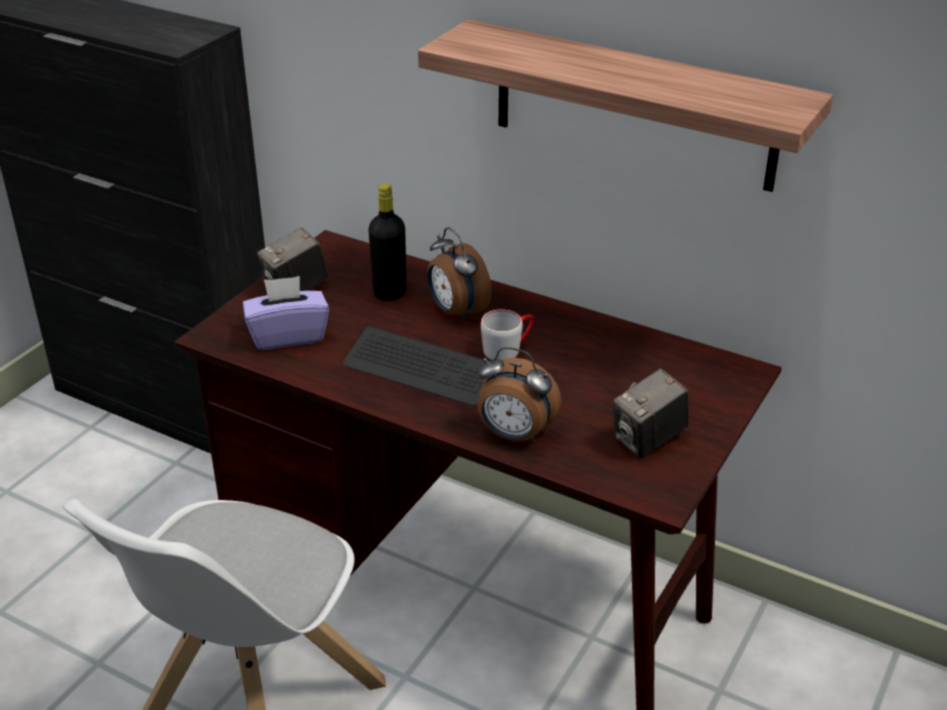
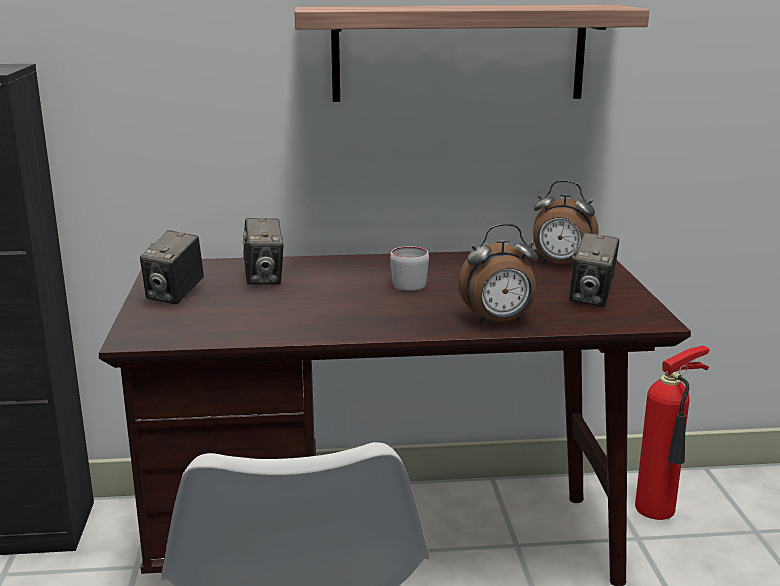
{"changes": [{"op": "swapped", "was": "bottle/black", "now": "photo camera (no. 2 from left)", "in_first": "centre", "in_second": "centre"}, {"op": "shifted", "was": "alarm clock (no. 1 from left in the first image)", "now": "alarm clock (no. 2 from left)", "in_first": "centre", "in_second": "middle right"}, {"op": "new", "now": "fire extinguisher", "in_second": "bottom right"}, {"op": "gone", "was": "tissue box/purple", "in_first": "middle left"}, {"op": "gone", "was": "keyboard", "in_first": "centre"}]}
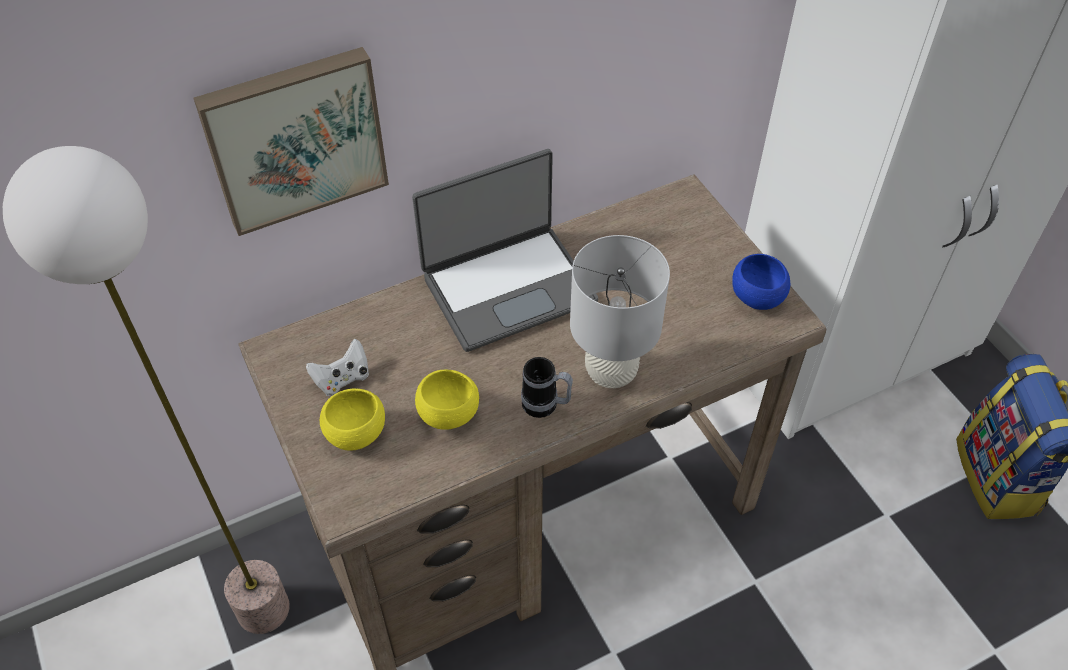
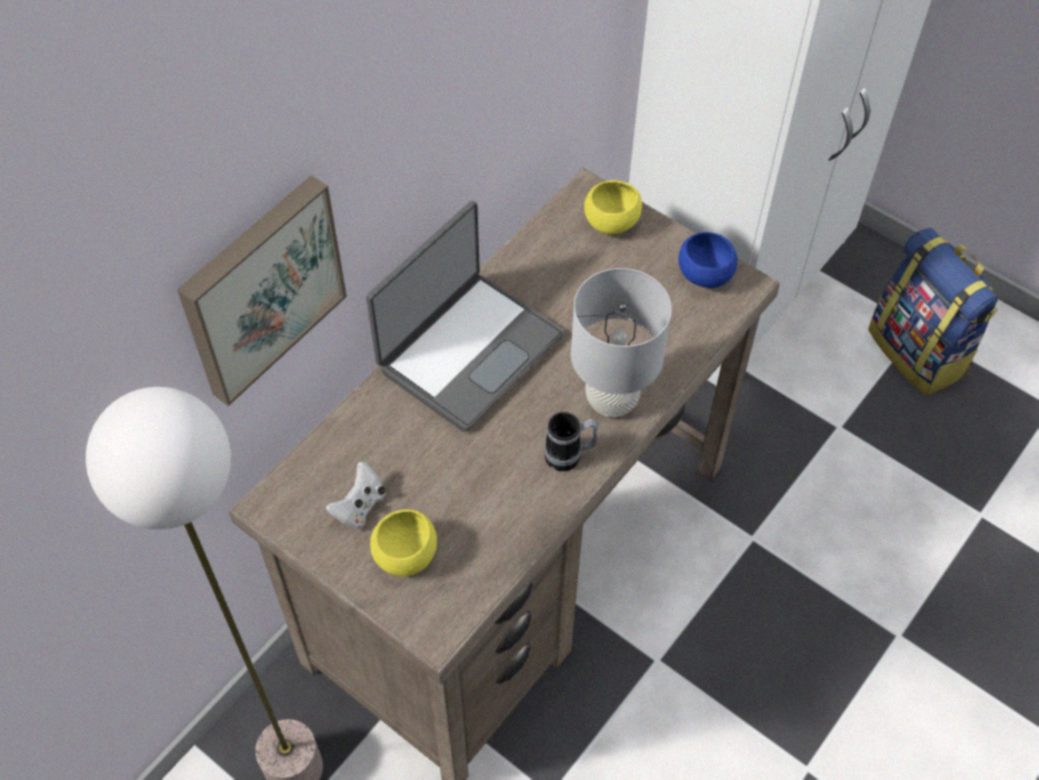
{"changes": [{"op": "shifted", "was": "bowl/yellow (no. 2 from left)", "in_first": "centre", "in_second": "top centre"}]}
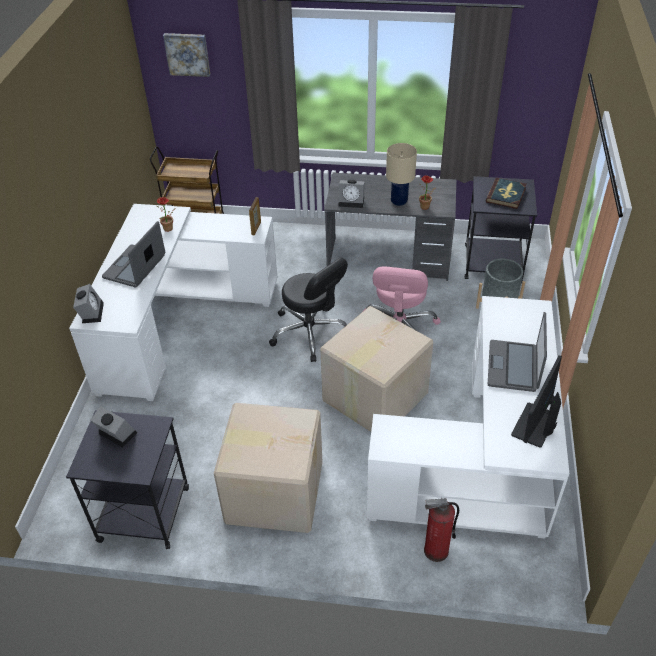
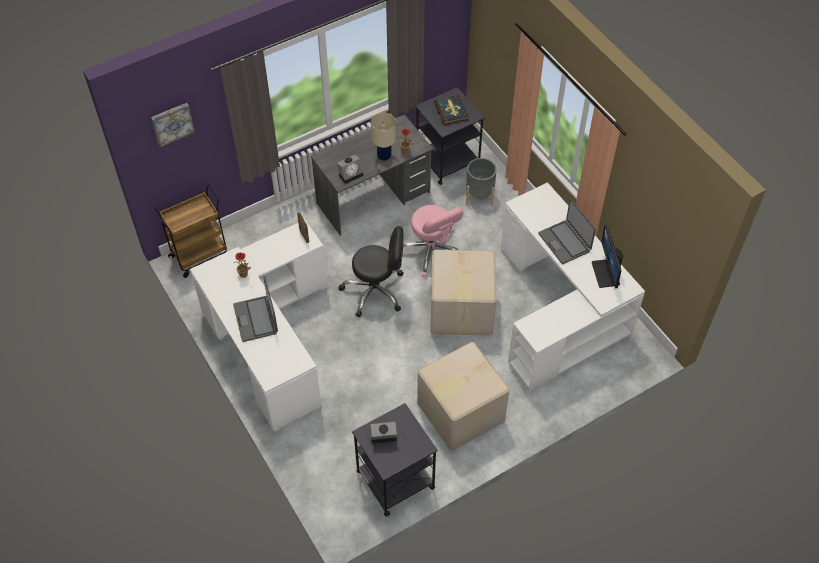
{"changes": [{"op": "gone", "was": "alarm clock (no. 1 from left)", "in_first": "middle left"}, {"op": "gone", "was": "fire extinguisher", "in_first": "bottom right"}]}
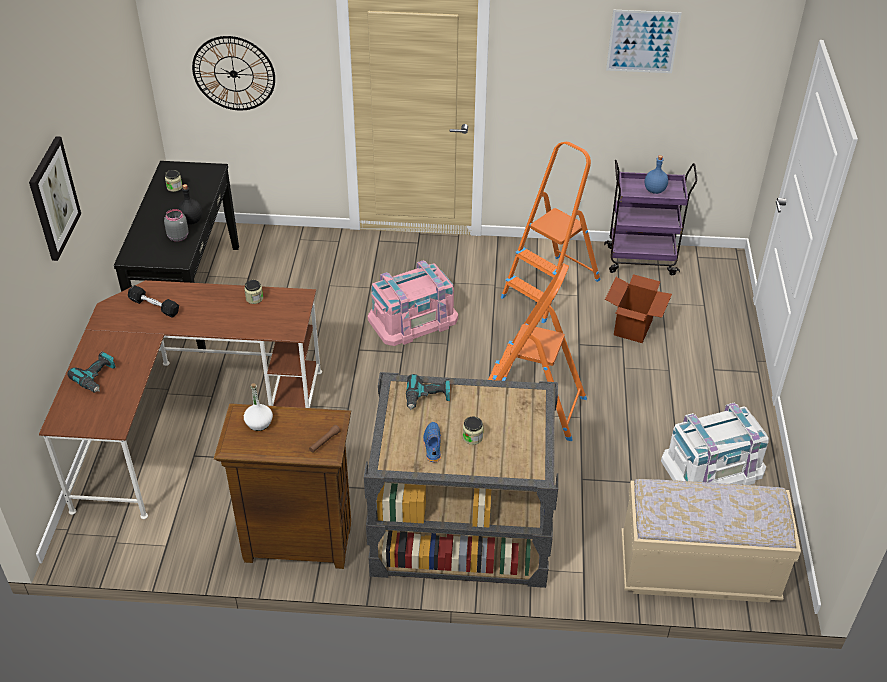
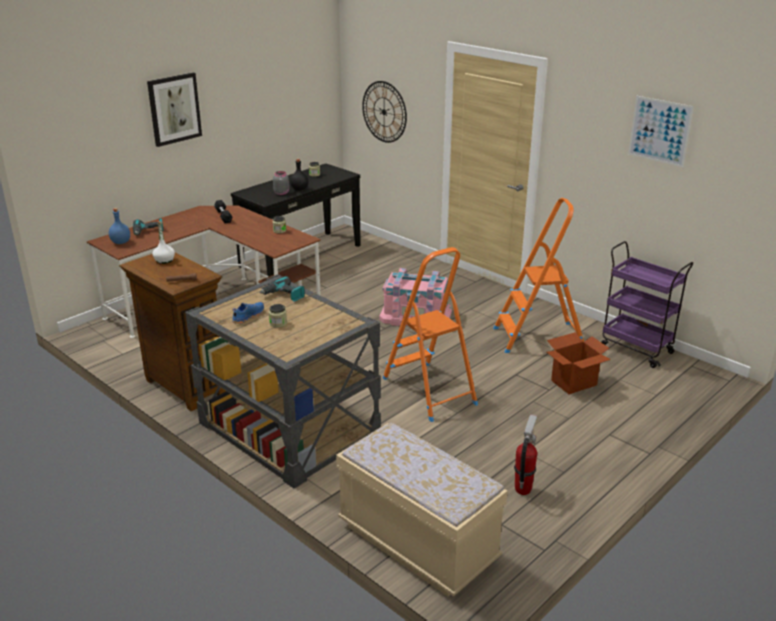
{"changes": [{"op": "shifted", "was": "bottle/blue", "in_first": "top right", "in_second": "middle left"}, {"op": "swapped", "was": "storage box/white", "now": "fire extinguisher", "in_first": "middle right", "in_second": "bottom right"}]}
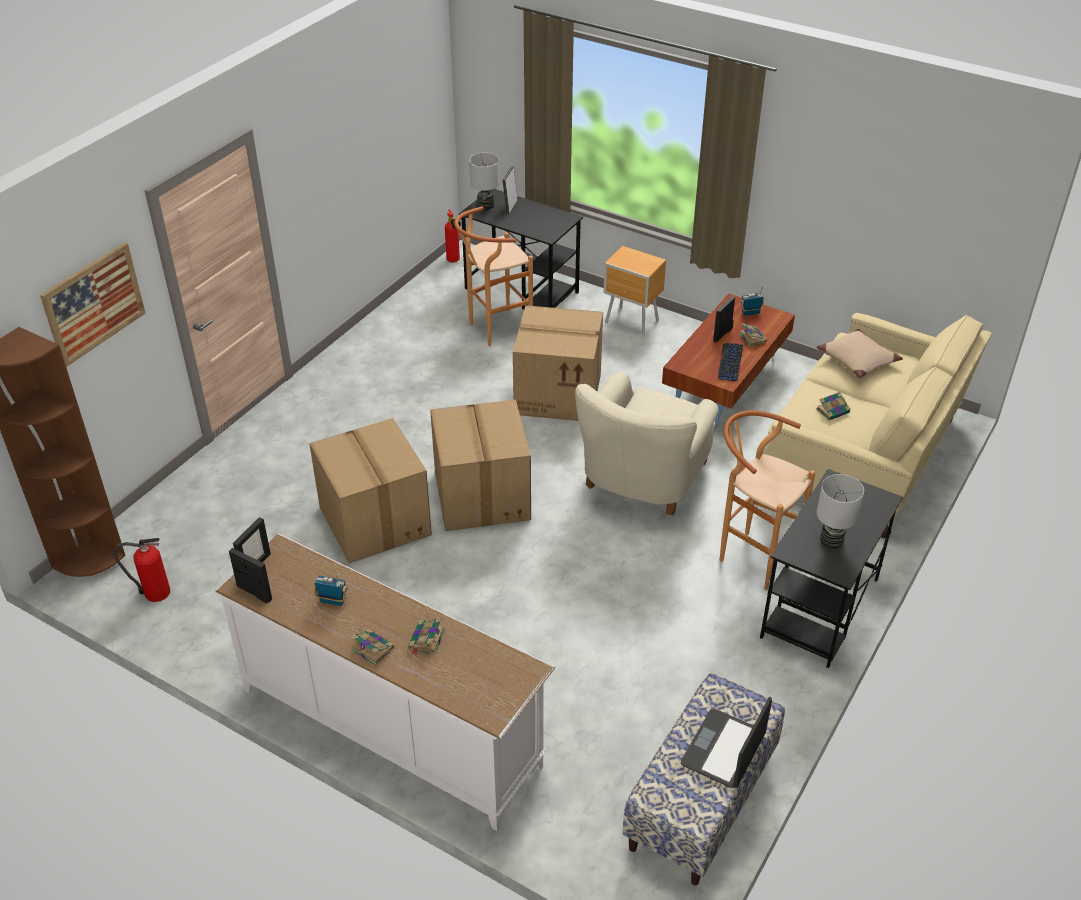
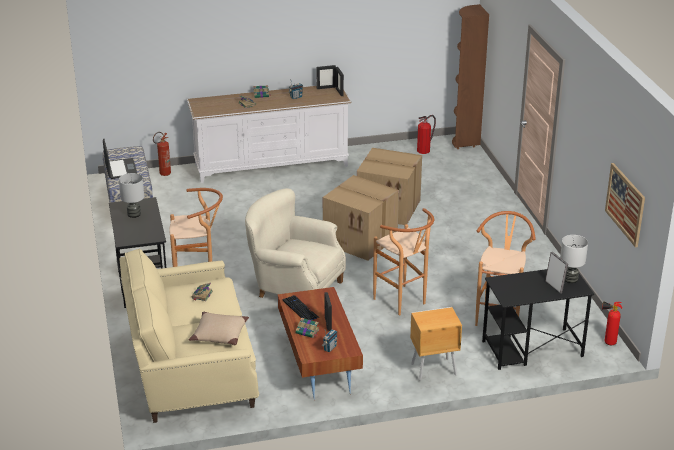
{"changes": [{"op": "new", "now": "fire extinguisher (no. 1 from left)", "in_second": "middle left"}, {"op": "rotated", "was": "armchair/beige", "in_first": "centre", "in_second": "centre", "clockwise": -45}, {"op": "swapped", "was": "cardboard box (no. 3 from left)", "now": "stool/brown (no. 2 from left)", "in_first": "centre", "in_second": "centre"}, {"op": "shifted", "was": "picture", "in_first": "middle left", "in_second": "middle right"}]}
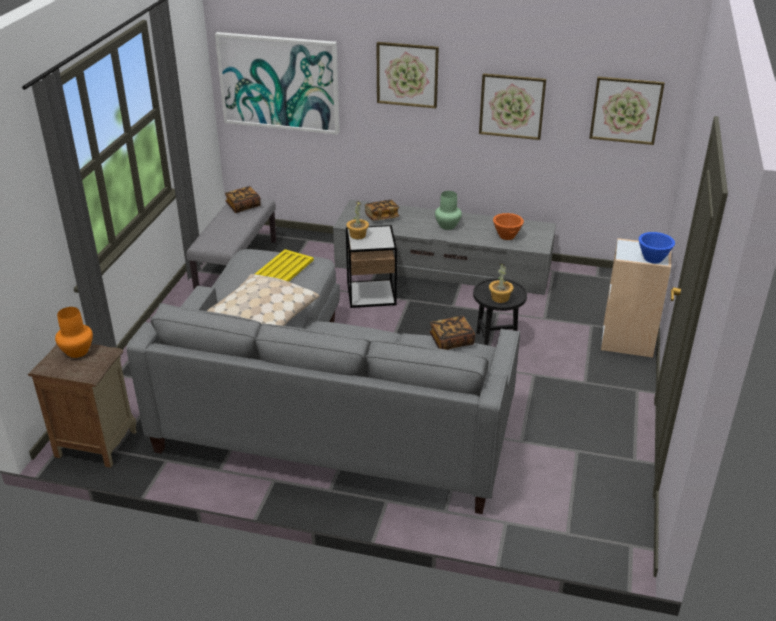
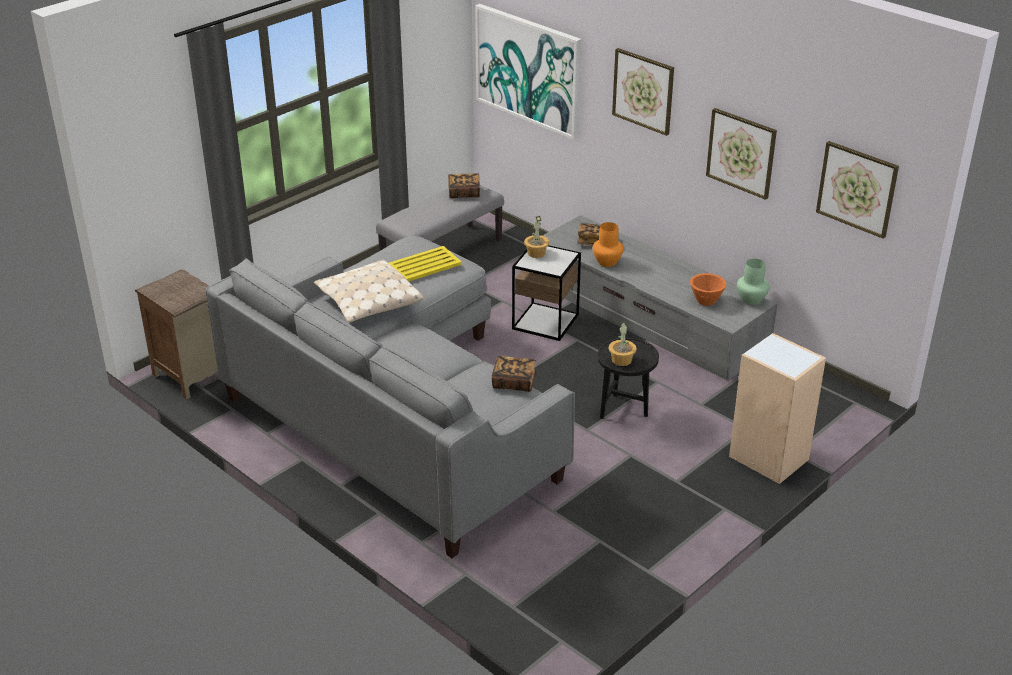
{"changes": [{"op": "shifted", "was": "vase/orange", "in_first": "middle left", "in_second": "centre"}, {"op": "shifted", "was": "vase/green", "in_first": "centre", "in_second": "middle right"}, {"op": "gone", "was": "bowl/blue", "in_first": "middle right"}]}
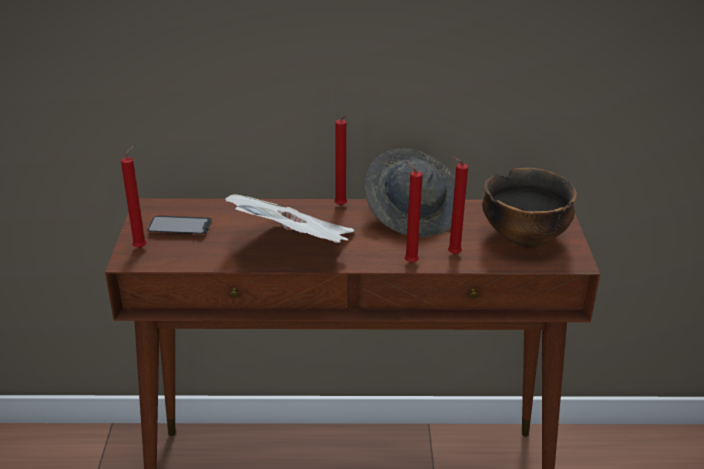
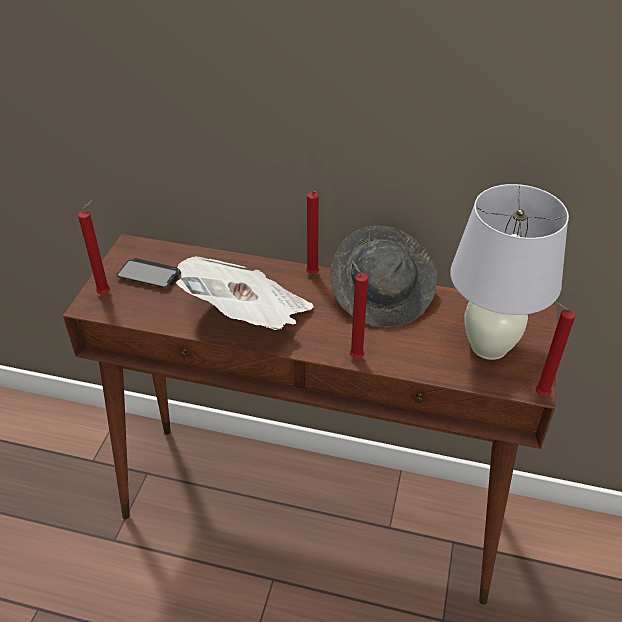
{"changes": [{"op": "swapped", "was": "bowl", "now": "table lamp/white", "in_first": "middle right", "in_second": "middle right"}, {"op": "shifted", "was": "candle/red (no. 4 from left)", "in_first": "centre", "in_second": "middle right"}]}
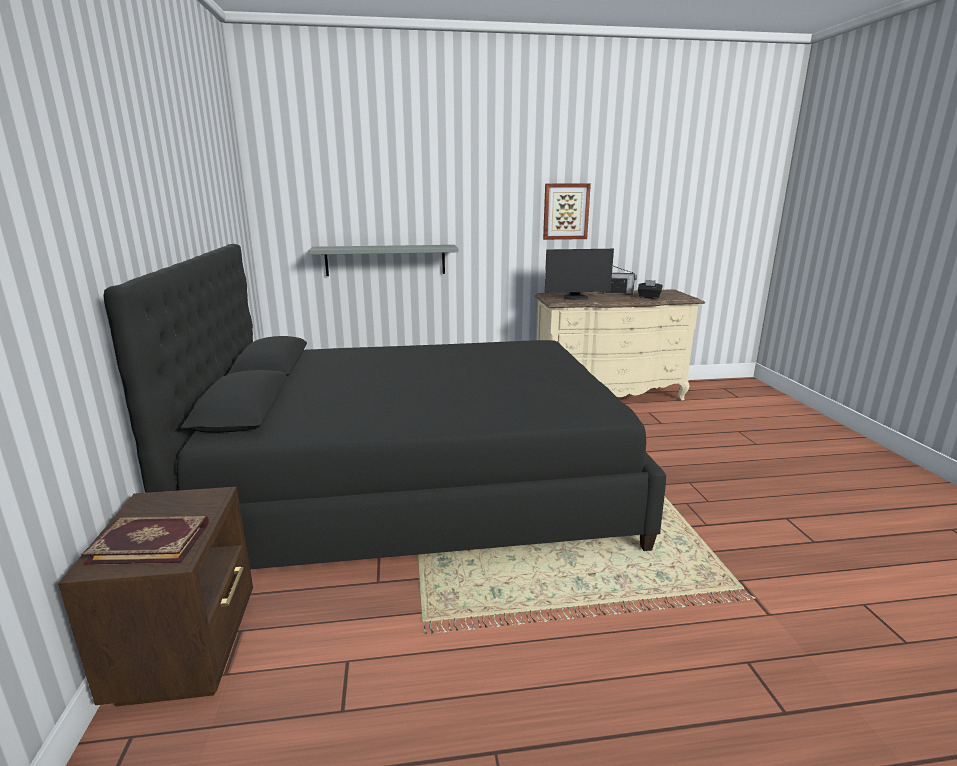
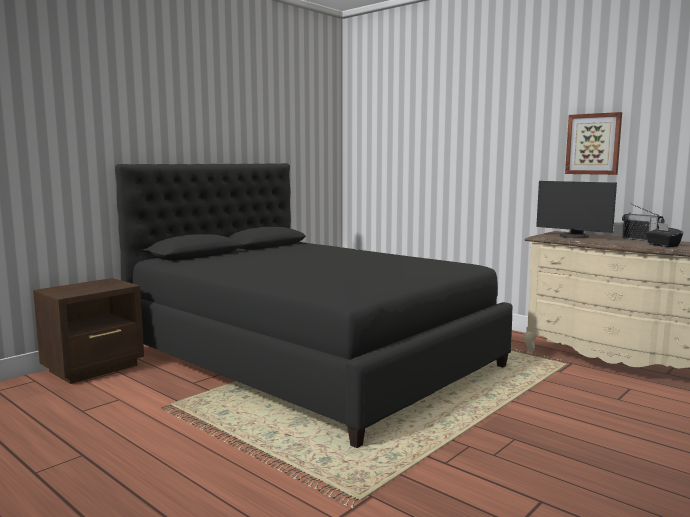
{"changes": [{"op": "gone", "was": "book", "in_first": "bottom left"}, {"op": "gone", "was": "shelf/grey", "in_first": "centre"}]}
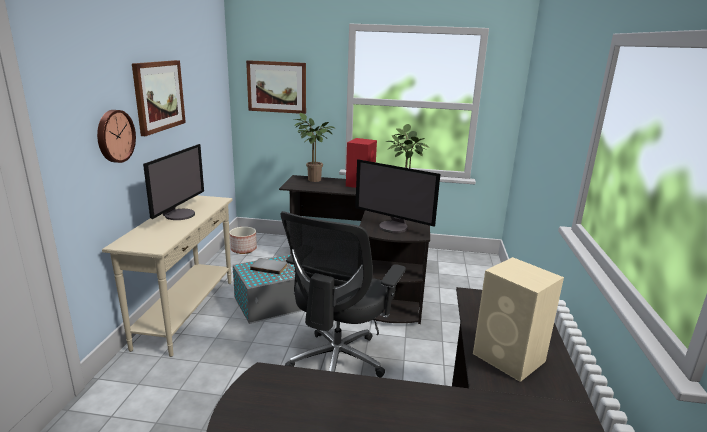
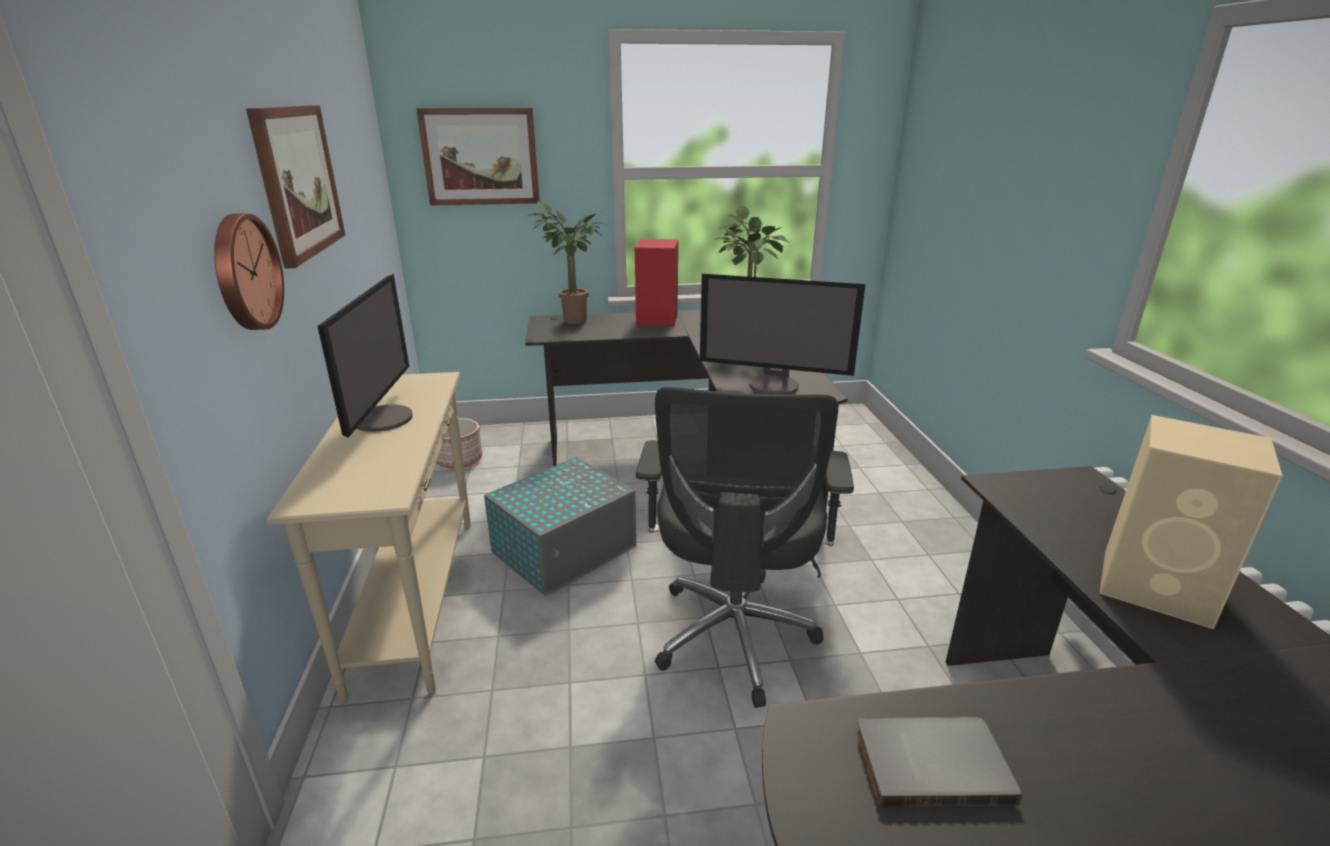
{"changes": [{"op": "shifted", "was": "book/grey", "in_first": "centre", "in_second": "bottom right"}]}
